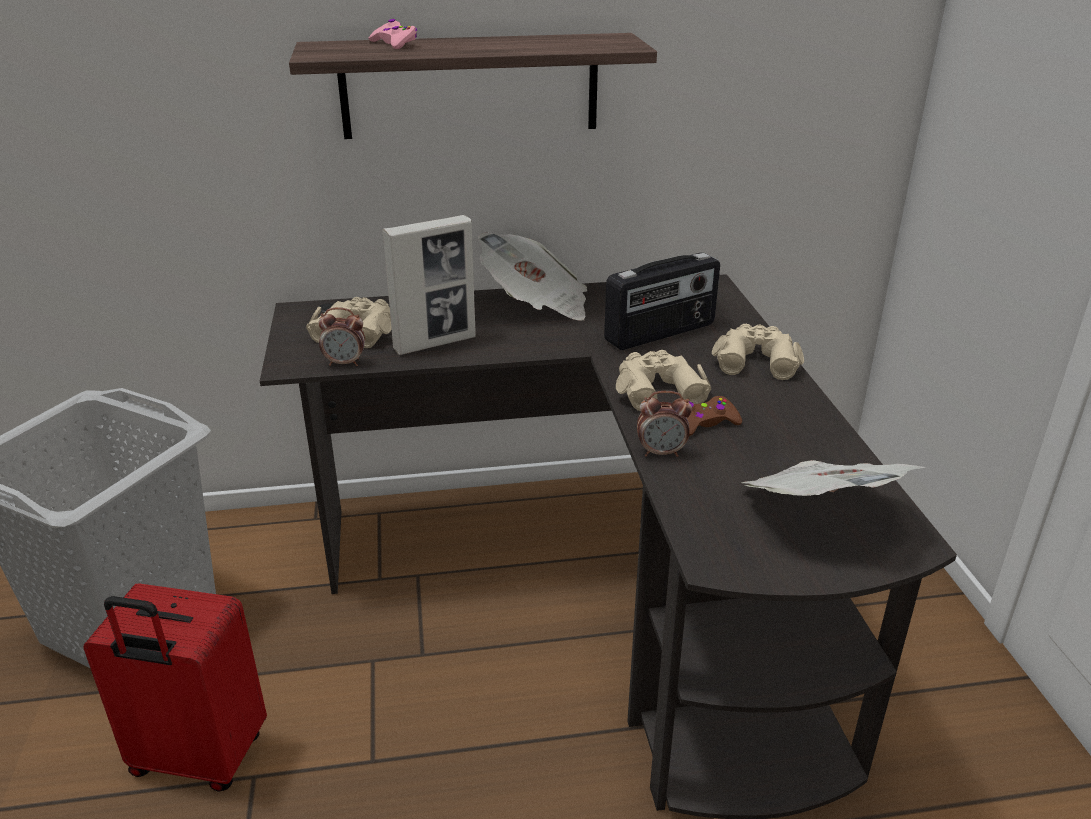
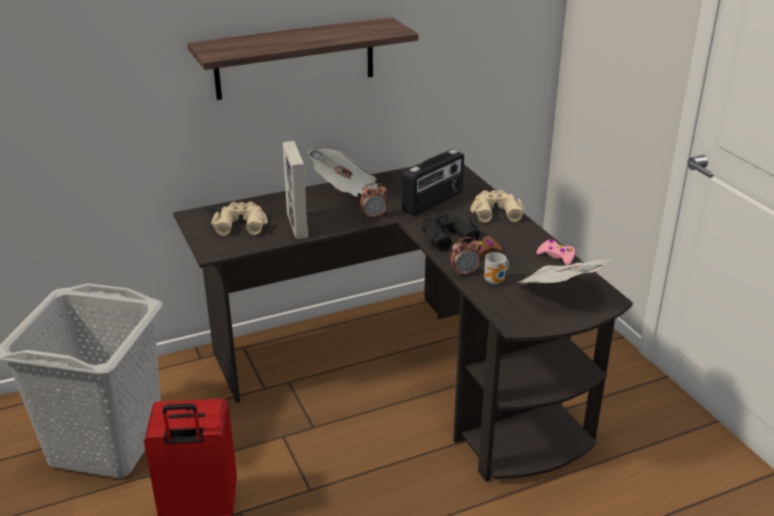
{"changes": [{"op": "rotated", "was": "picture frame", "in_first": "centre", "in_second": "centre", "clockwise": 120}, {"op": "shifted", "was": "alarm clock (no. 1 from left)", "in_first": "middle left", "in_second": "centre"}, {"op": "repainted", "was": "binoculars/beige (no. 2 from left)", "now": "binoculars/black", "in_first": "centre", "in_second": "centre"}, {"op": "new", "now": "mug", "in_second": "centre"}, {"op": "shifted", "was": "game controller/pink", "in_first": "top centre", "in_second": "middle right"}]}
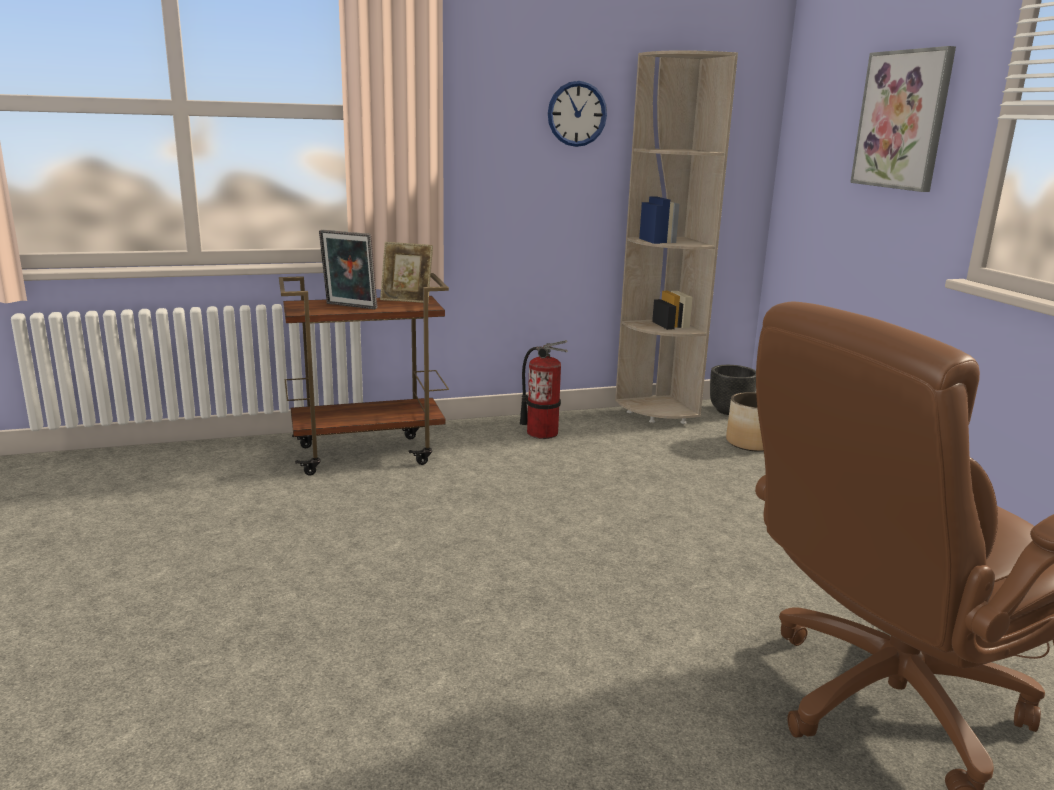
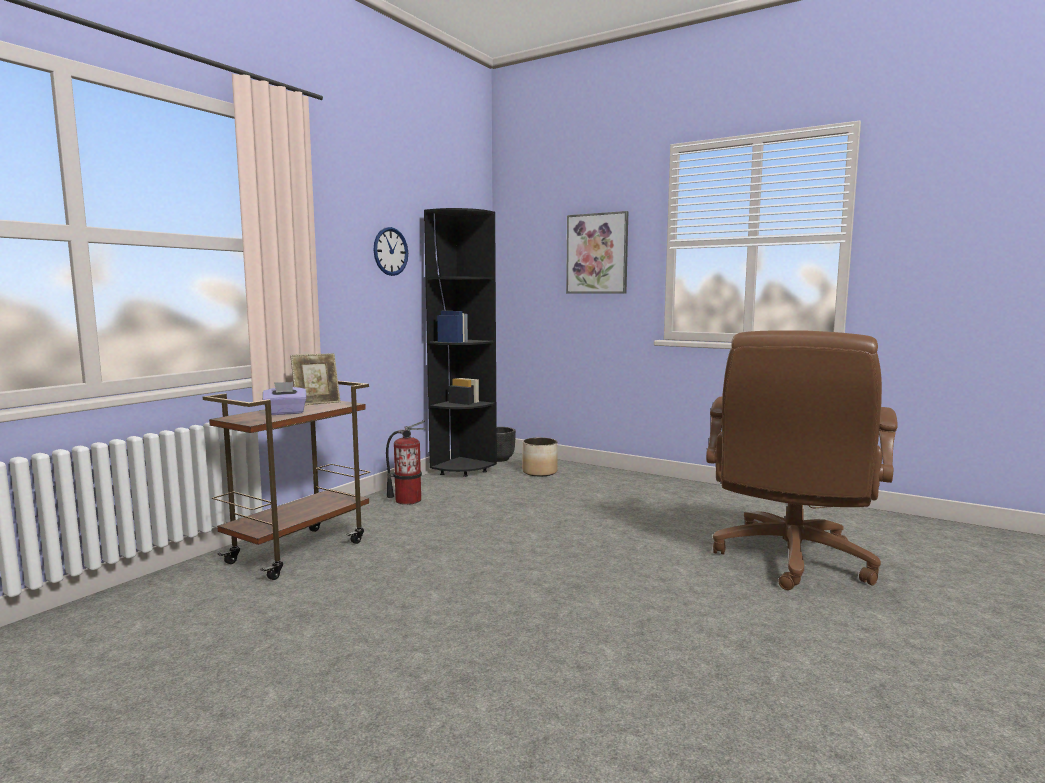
{"changes": [{"op": "swapped", "was": "picture frame (no. 1 from left)", "now": "tissue box/purple", "in_first": "middle left", "in_second": "middle left"}, {"op": "repainted", "was": "bookcase/beige", "now": "bookcase/black", "in_first": "top centre", "in_second": "centre"}]}
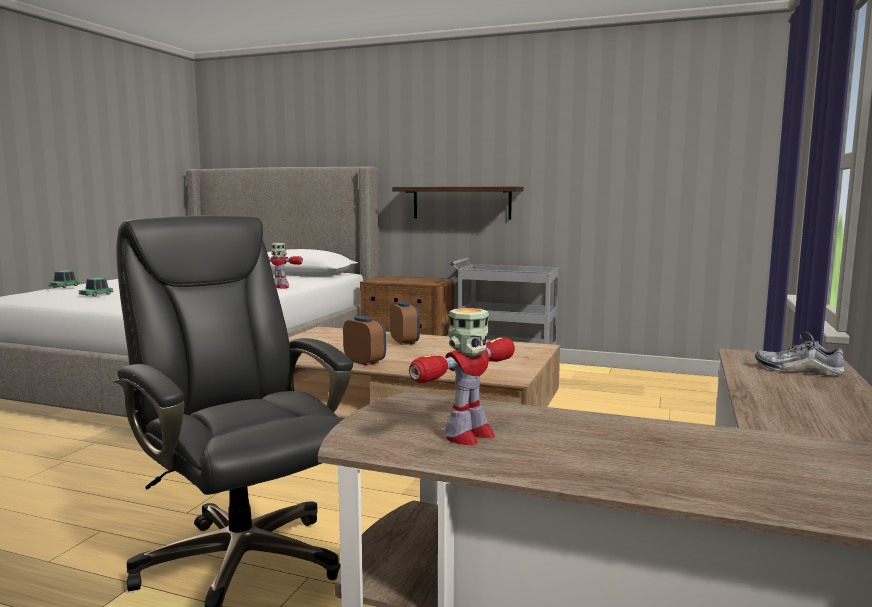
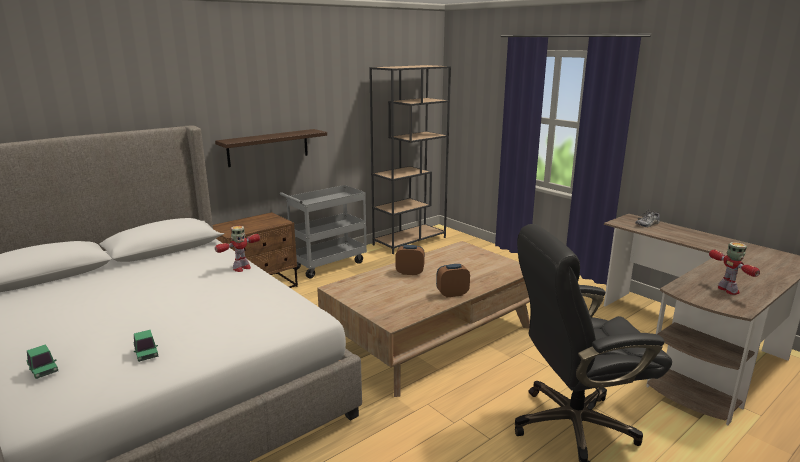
{"changes": [{"op": "new", "now": "bookcase", "in_second": "centre"}]}
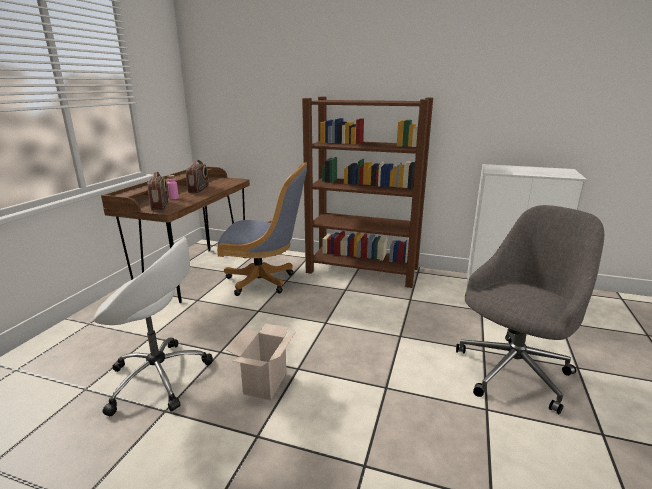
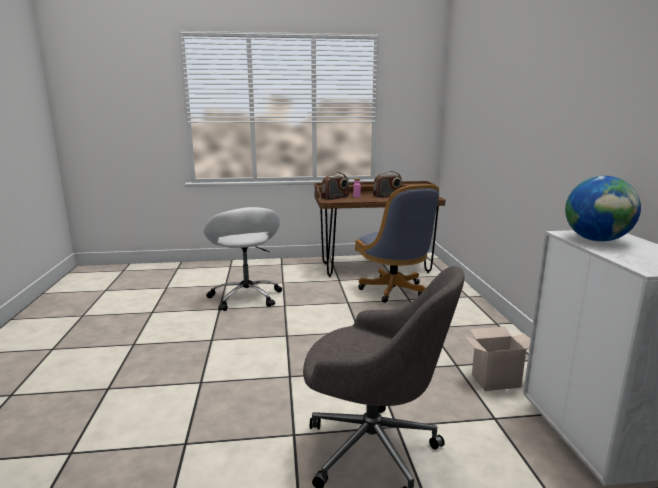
{"changes": [{"op": "shifted", "was": "cardboard box", "in_first": "bottom centre", "in_second": "bottom right"}, {"op": "new", "now": "globe", "in_second": "middle right"}, {"op": "gone", "was": "bookcase/brown", "in_first": "centre"}]}
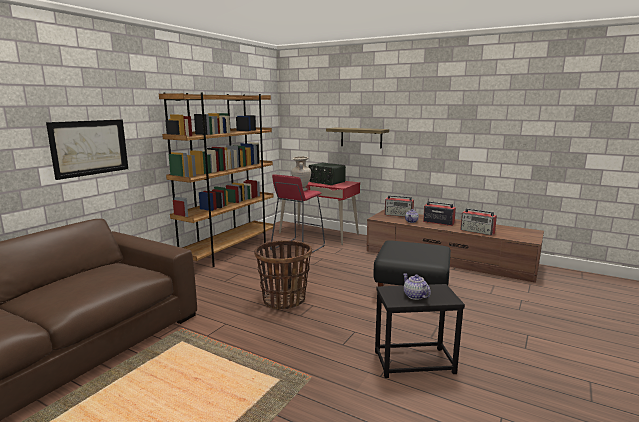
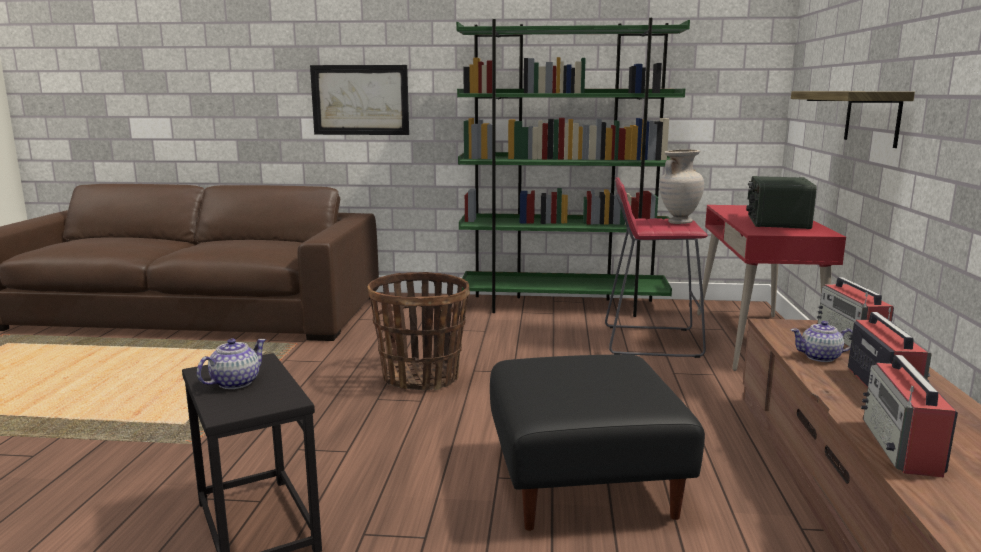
{"changes": [{"op": "repainted", "was": "bookcase/brown", "now": "bookcase/green", "in_first": "centre", "in_second": "top centre"}]}
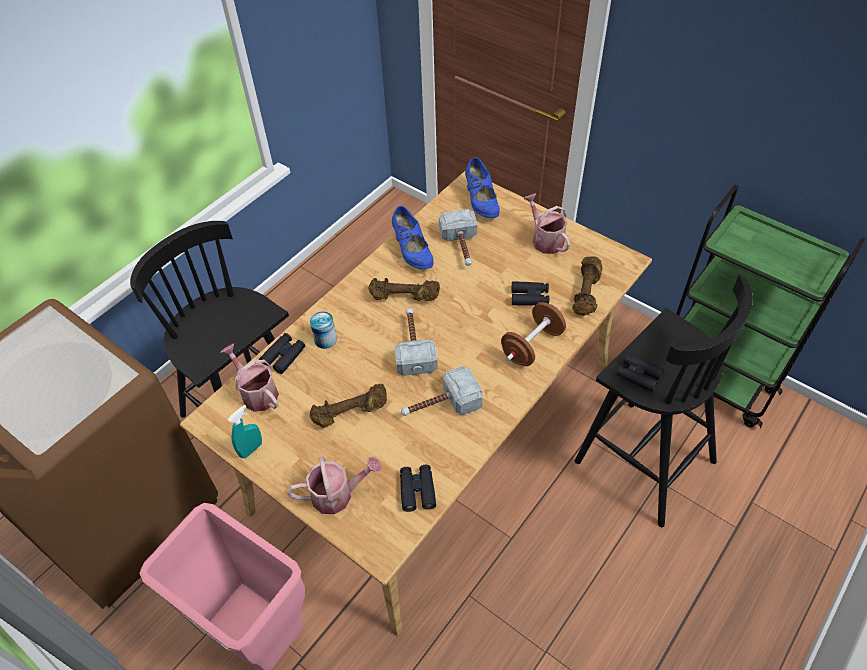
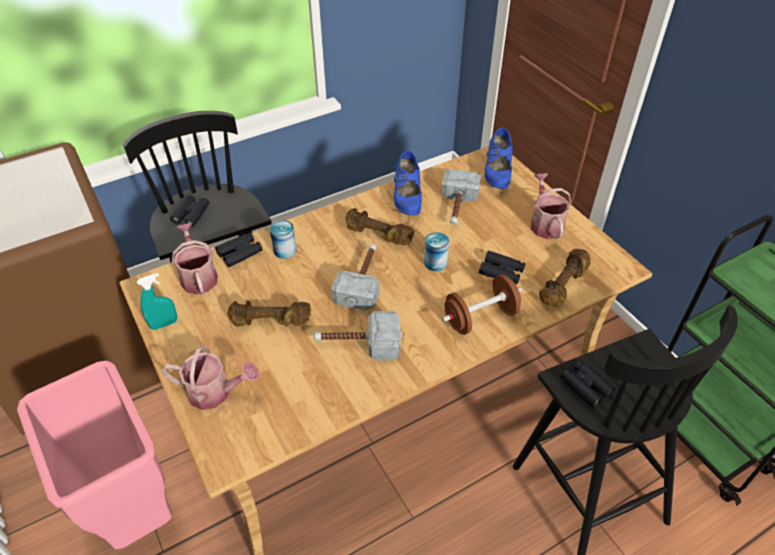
{"changes": [{"op": "shifted", "was": "binoculars/black (no. 2 from left in the first image)", "now": "binoculars/black (no. 1 from left)", "in_first": "bottom centre", "in_second": "middle left"}, {"op": "new", "now": "can (no. 2 from left)", "in_second": "centre"}]}
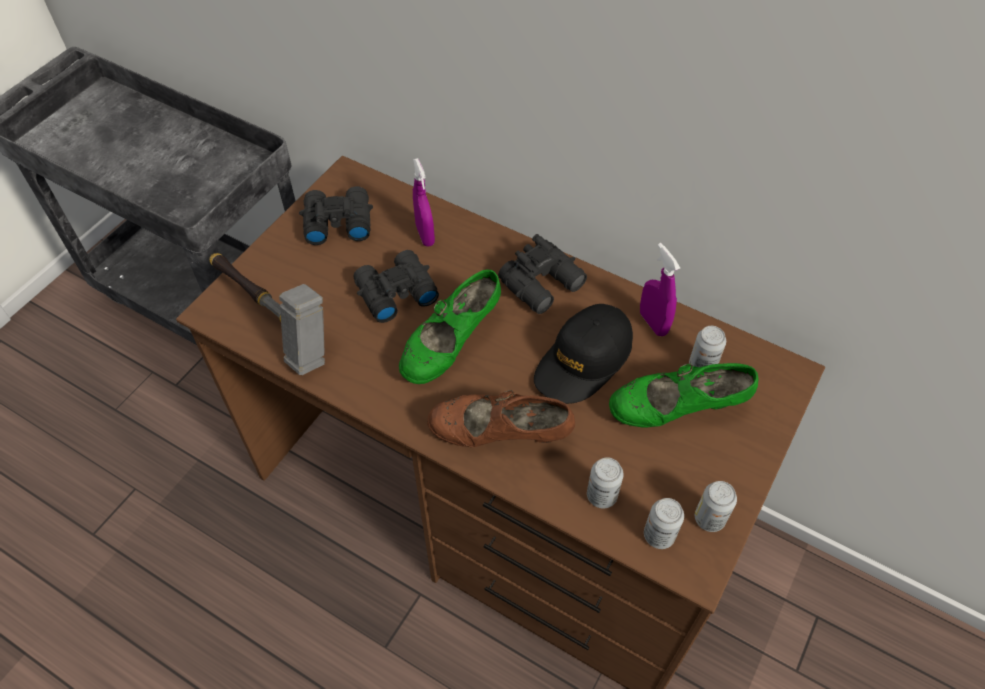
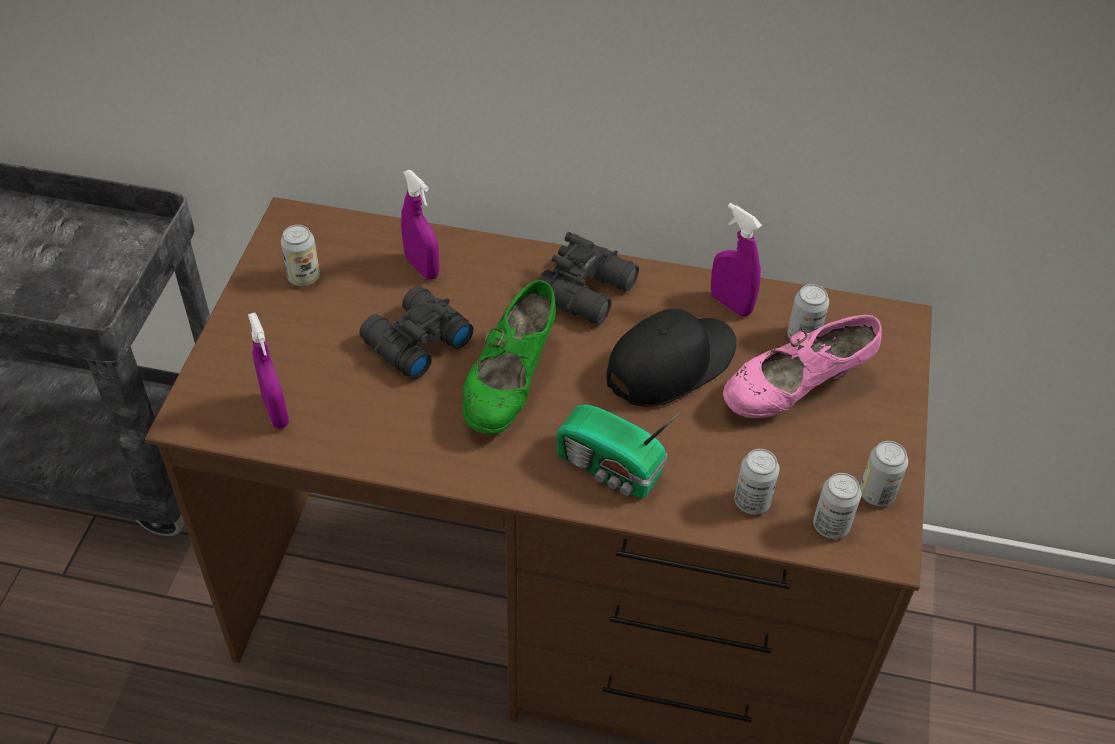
{"changes": [{"op": "swapped", "was": "hammer", "now": "spray bottle/purple (no. 1 from left)", "in_first": "middle left", "in_second": "middle left"}, {"op": "swapped", "was": "binoculars/black (no. 1 from left)", "now": "can (no. 1 from left)", "in_first": "top centre", "in_second": "middle left"}, {"op": "swapped", "was": "shoe/brown", "now": "radio", "in_first": "centre", "in_second": "centre"}, {"op": "rotated", "was": "cap/black", "in_first": "centre", "in_second": "centre", "clockwise": -150}, {"op": "repainted", "was": "shoe/green (no. 2 from left)", "now": "shoe/pink", "in_first": "middle right", "in_second": "middle right"}]}
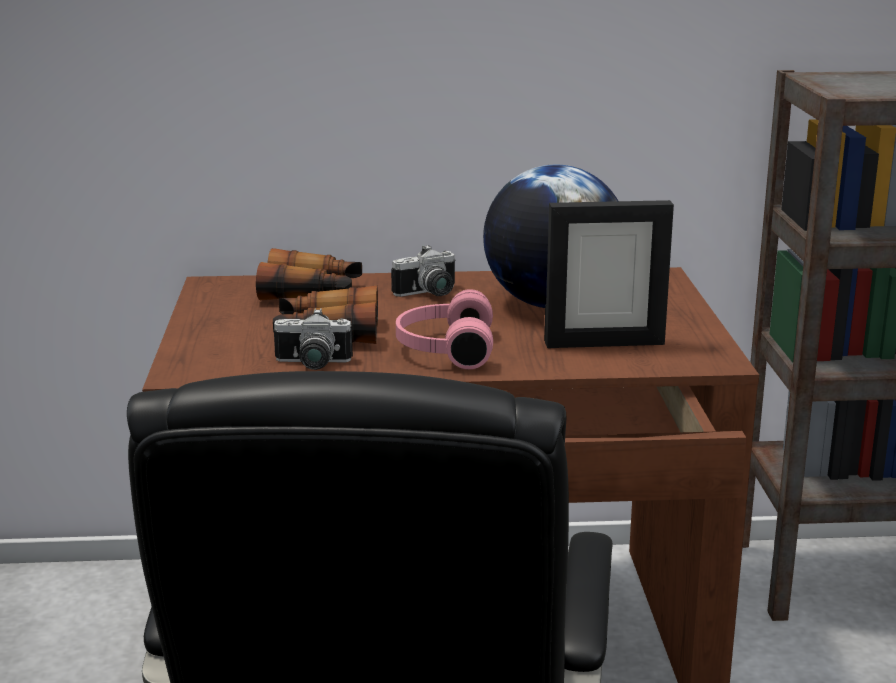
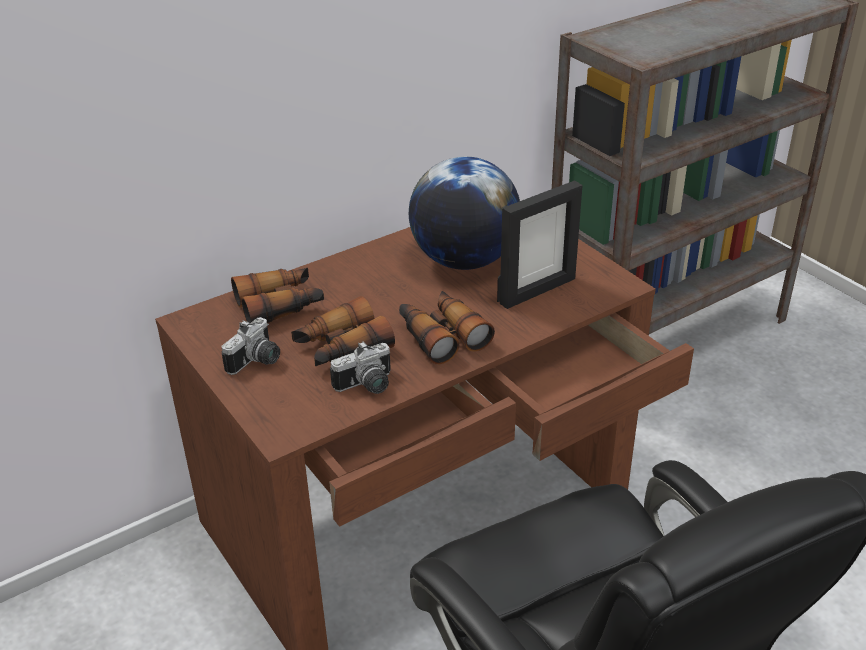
{"changes": [{"op": "shifted", "was": "photo camera (no. 2 from left in the first image)", "now": "photo camera (no. 1 from left)", "in_first": "centre", "in_second": "middle left"}, {"op": "swapped", "was": "headphones/pink", "now": "binoculars (no. 3 from left)", "in_first": "centre", "in_second": "centre"}]}
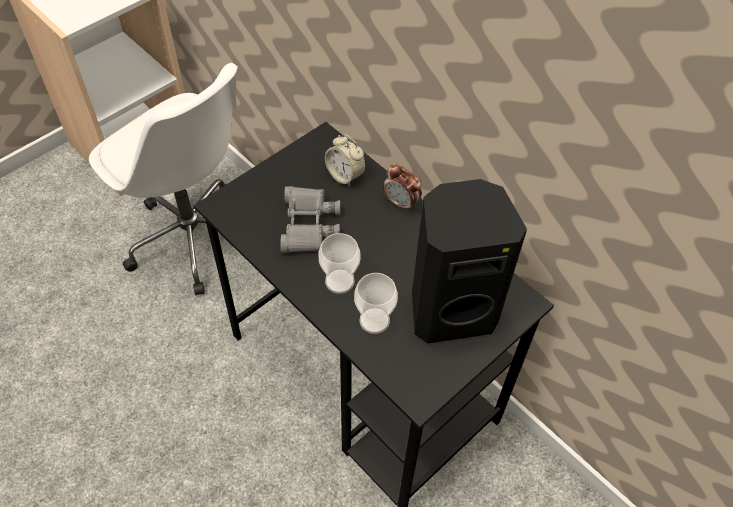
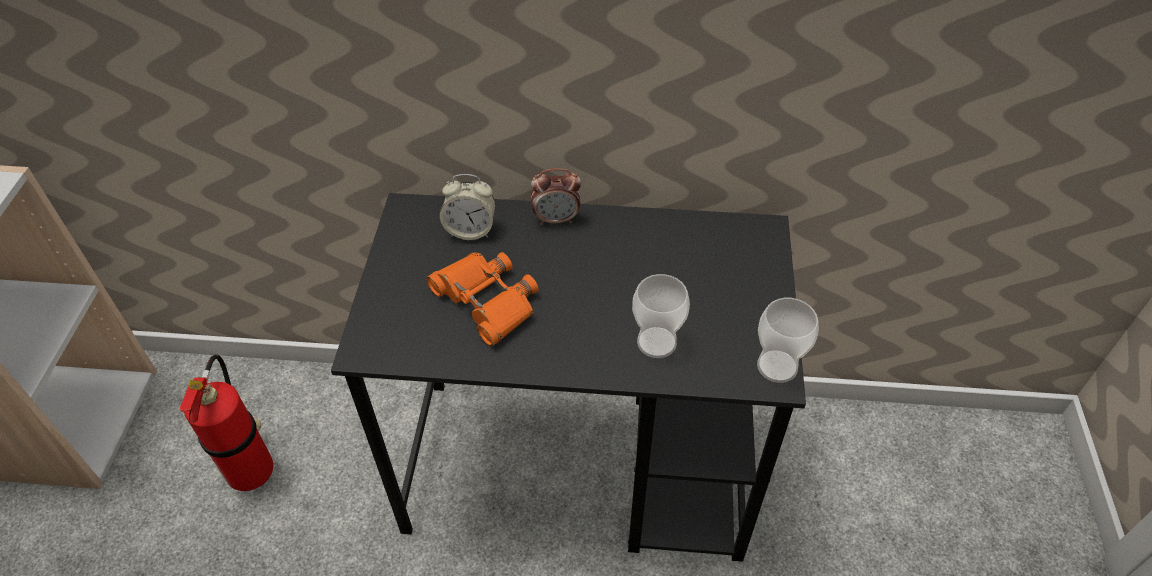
{"changes": [{"op": "swapped", "was": "office chair/white", "now": "fire extinguisher", "in_first": "middle left", "in_second": "bottom left"}, {"op": "repainted", "was": "binoculars/grey", "now": "binoculars/orange", "in_first": "centre", "in_second": "centre"}, {"op": "shifted", "was": "cup (no. 1 from left in the first image)", "now": "cup (no. 2 from left)", "in_first": "centre", "in_second": "middle right"}, {"op": "gone", "was": "speaker/black", "in_first": "centre"}]}
